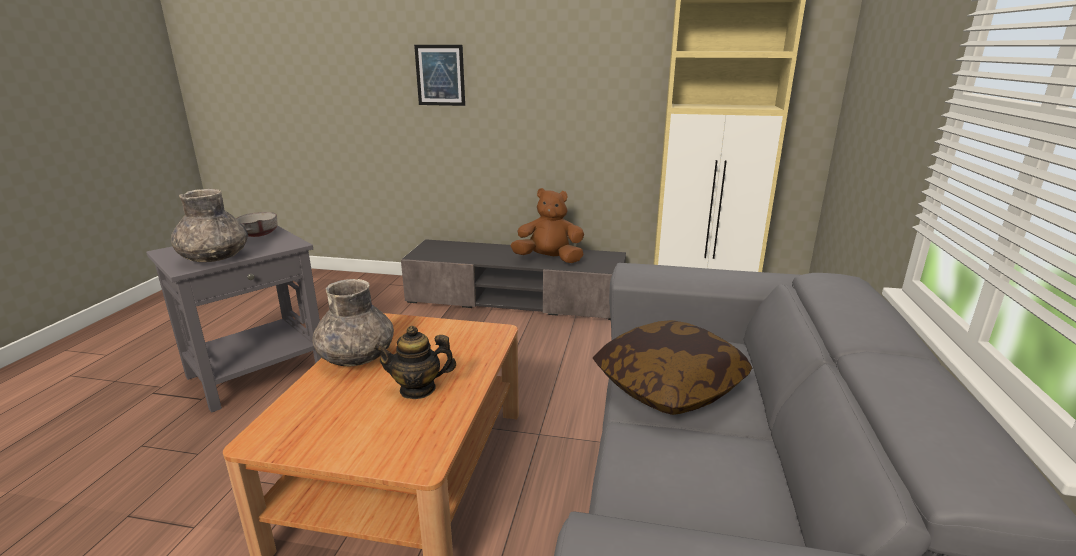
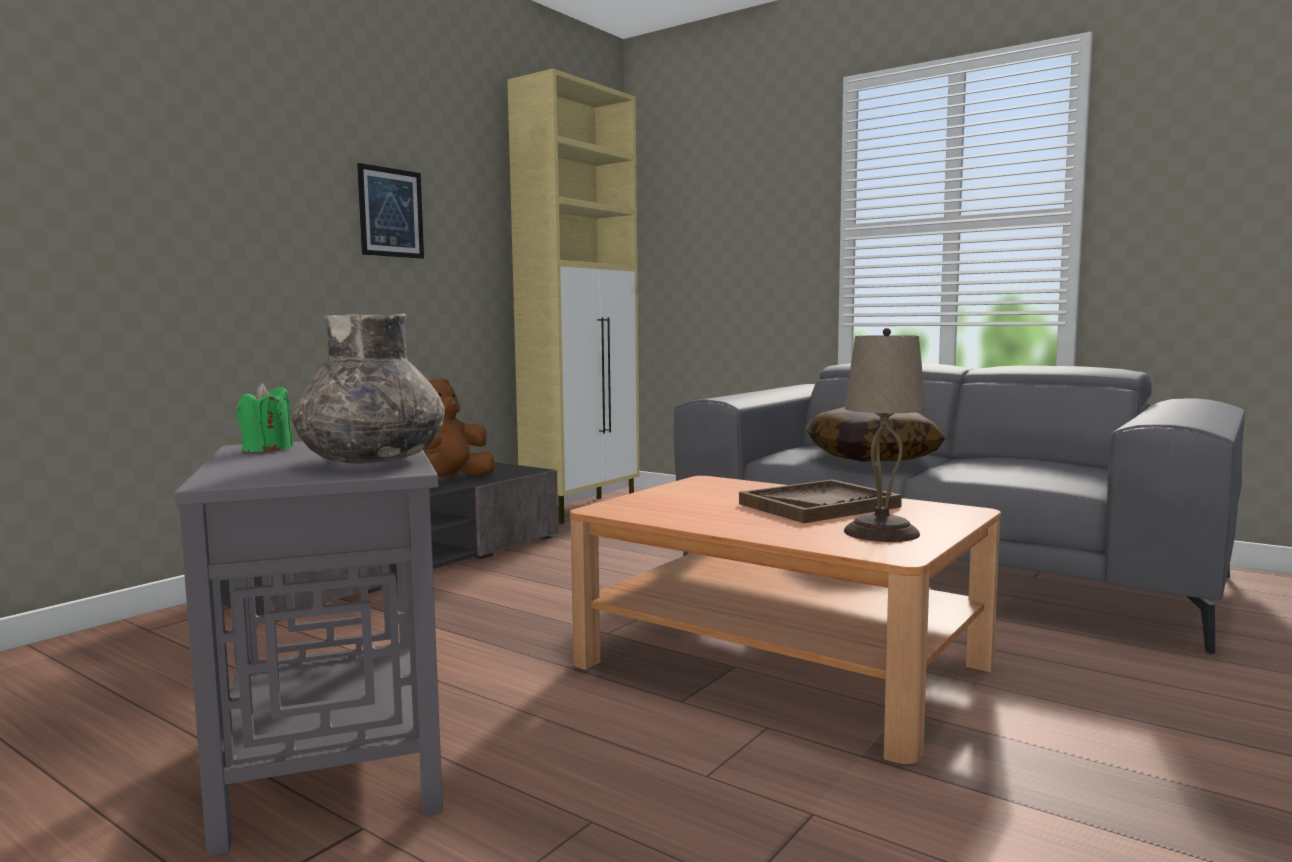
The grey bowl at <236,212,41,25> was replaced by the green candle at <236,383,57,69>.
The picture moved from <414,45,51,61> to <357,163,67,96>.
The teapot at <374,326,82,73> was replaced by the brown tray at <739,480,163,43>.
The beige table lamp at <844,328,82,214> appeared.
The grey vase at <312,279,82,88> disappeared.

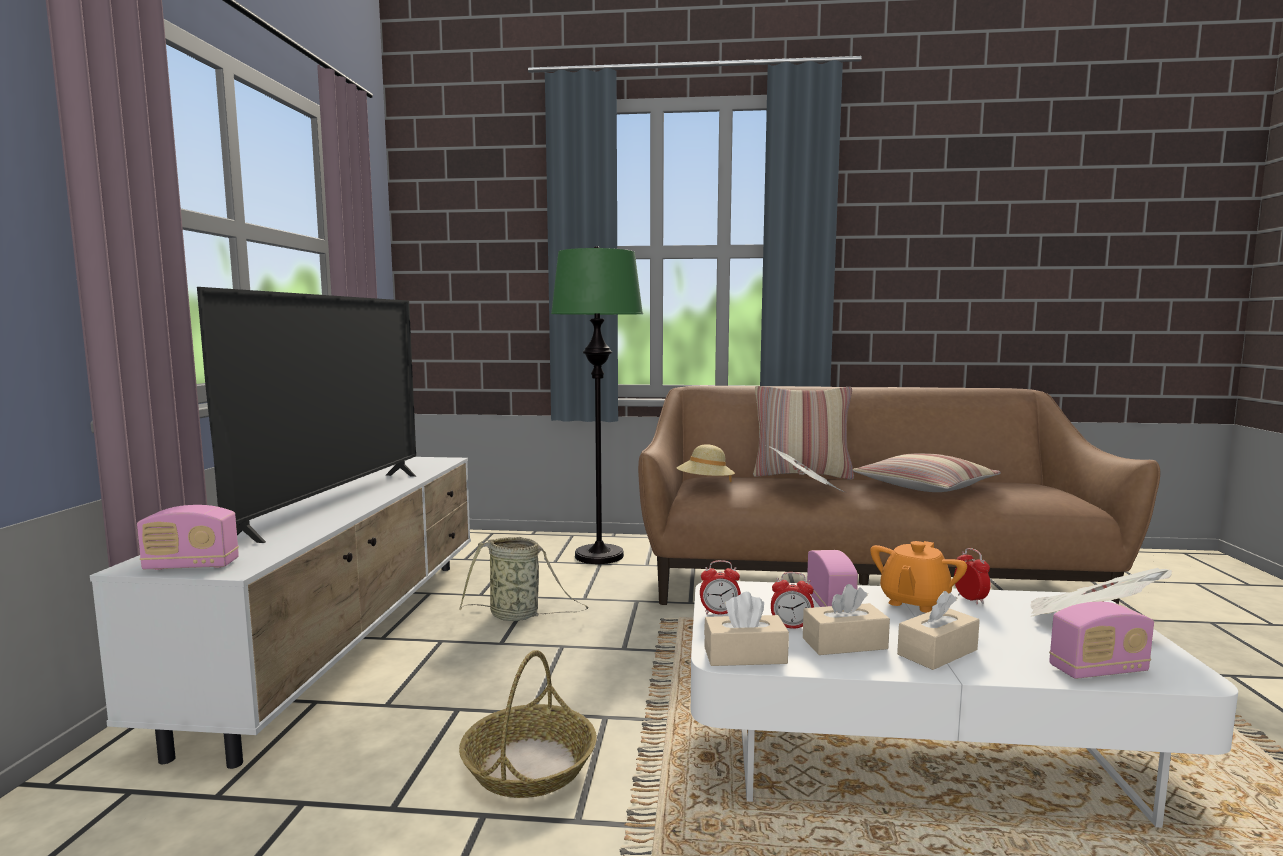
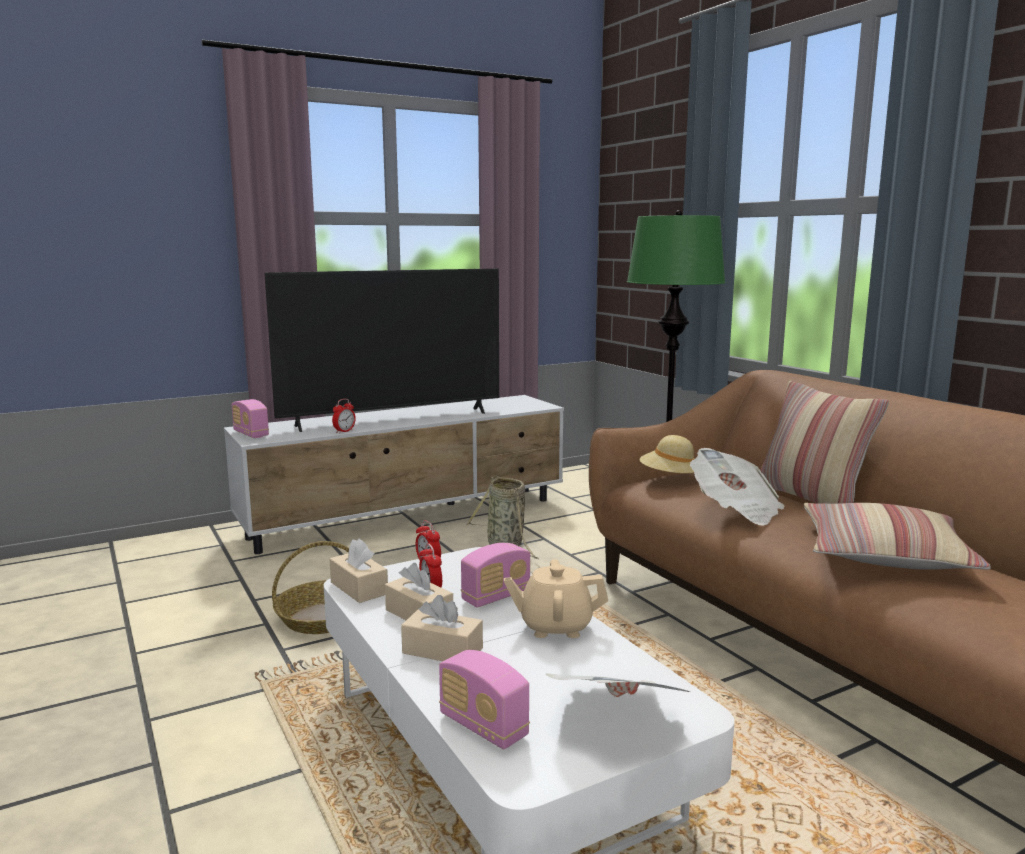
The alarm clock moved from <954,548,37,56> to <332,399,24,35>.
The orange teapot at <870,541,97,72> became the beige teapot at <504,559,104,79>.

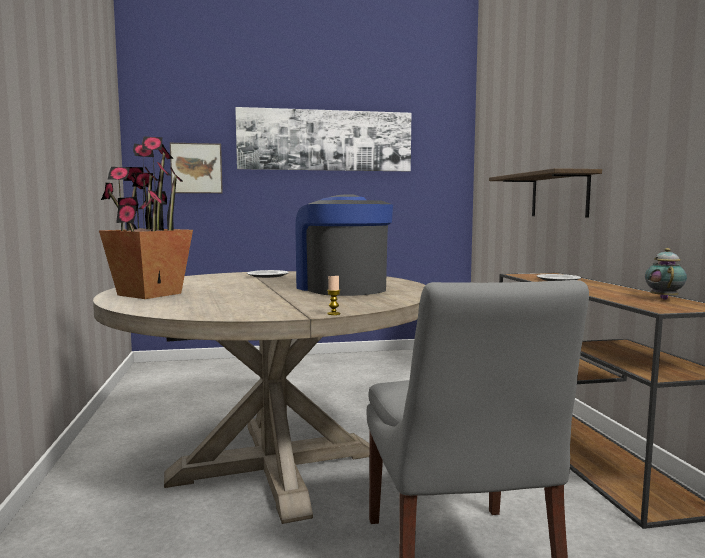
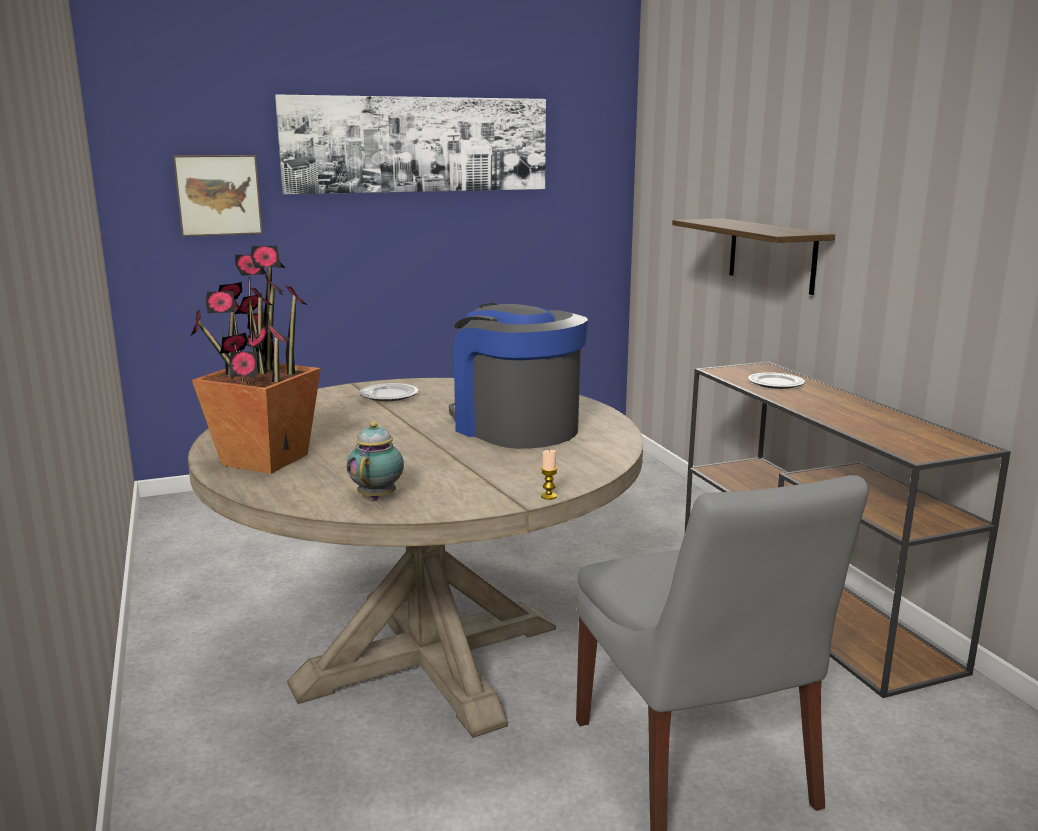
The teapot moved from <645,248,42,52> to <347,422,57,78>.

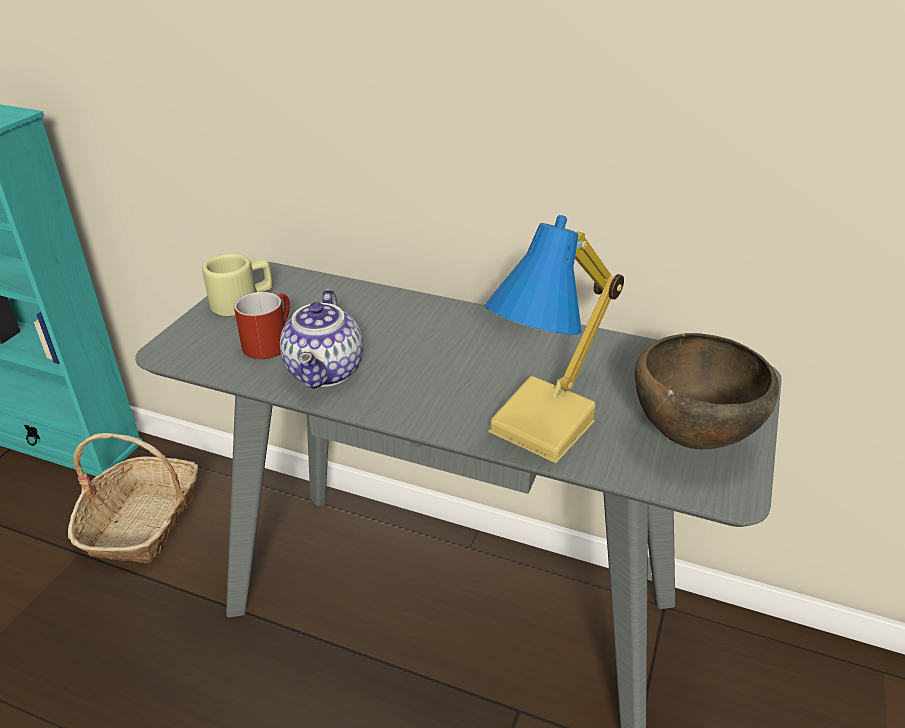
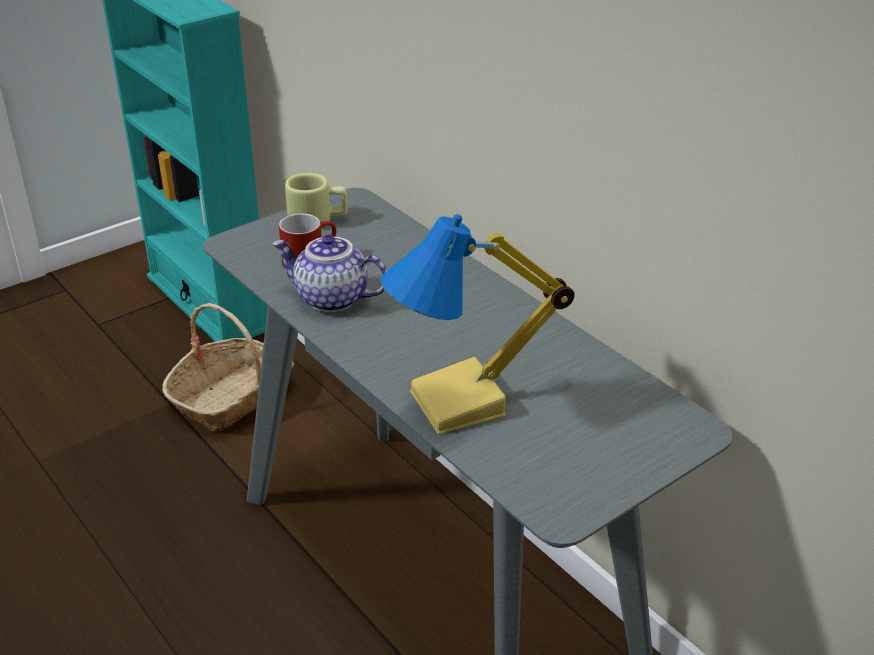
The teapot at <280,289,83,100> turned 75 degrees clockwise.
The brown bowl at <635,333,144,116> disappeared.

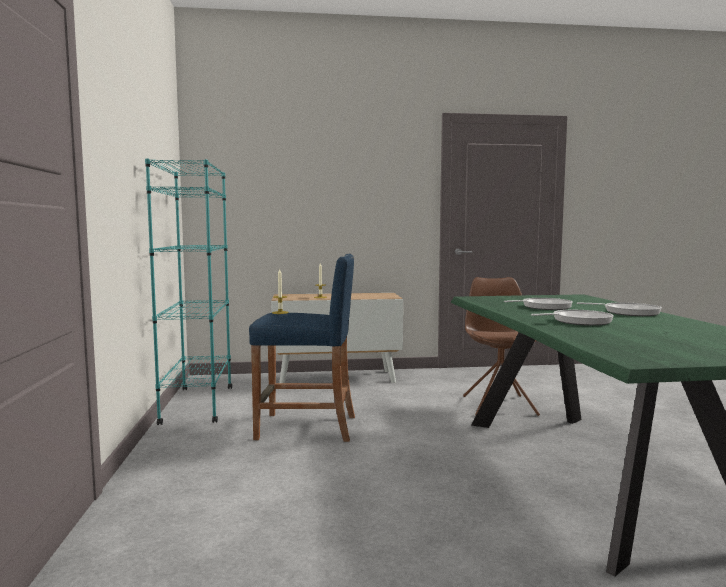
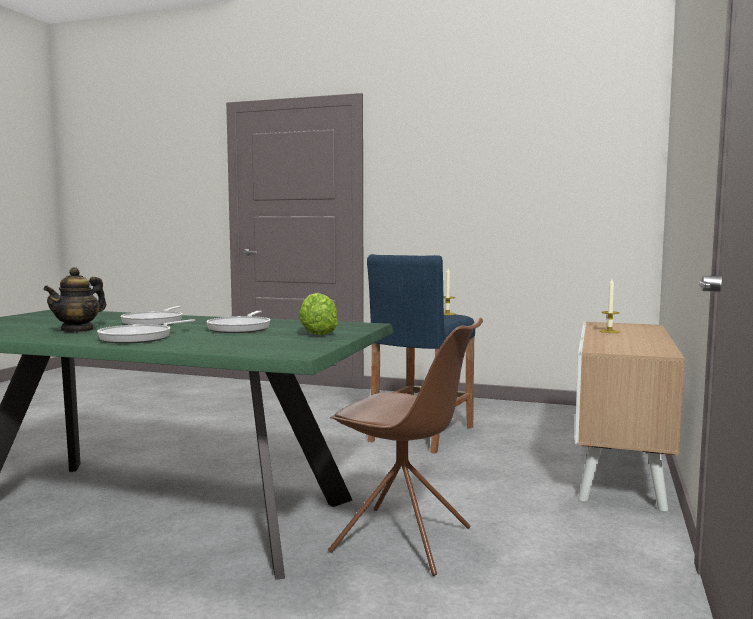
The teapot at <43,267,63,66> appeared.
The lettuce at <299,293,39,42> appeared.
The turquoise bookcase at <145,158,87,267> disappeared.

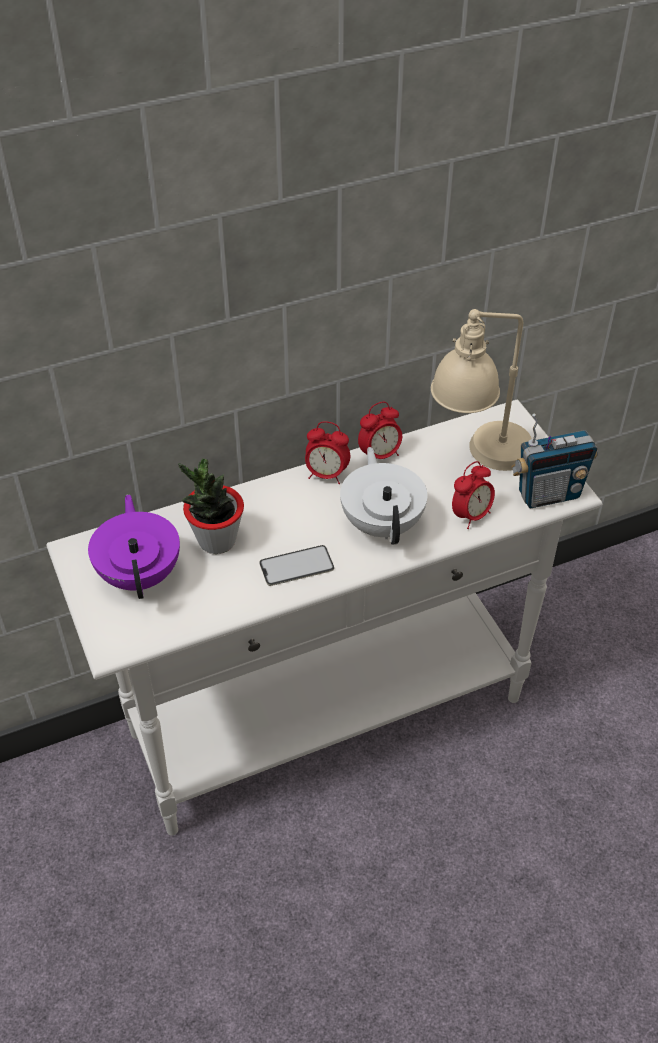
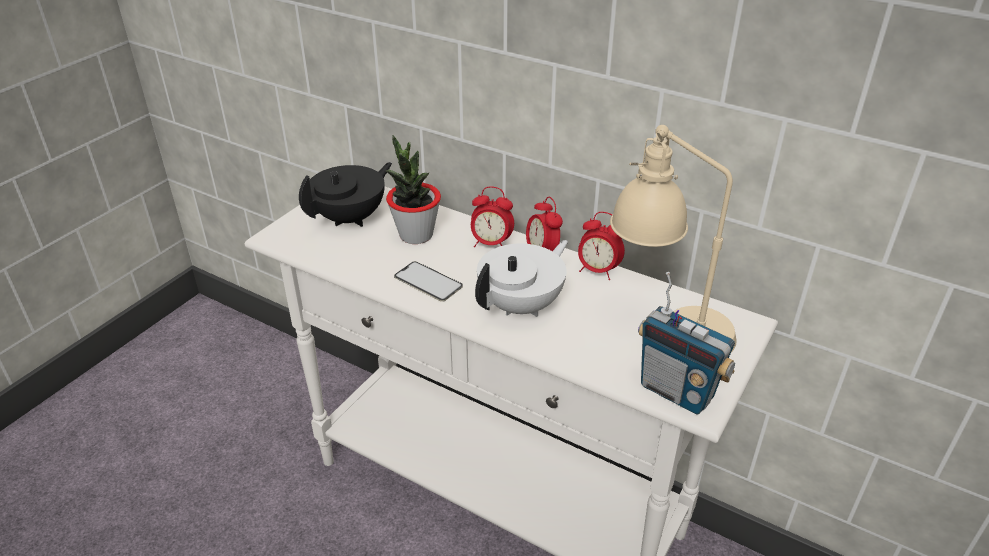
The purple teapot at <88,494,92,105> became the black teapot at <299,162,93,65>.
The alarm clock moved from <452,461,43,68> to <471,187,43,60>.

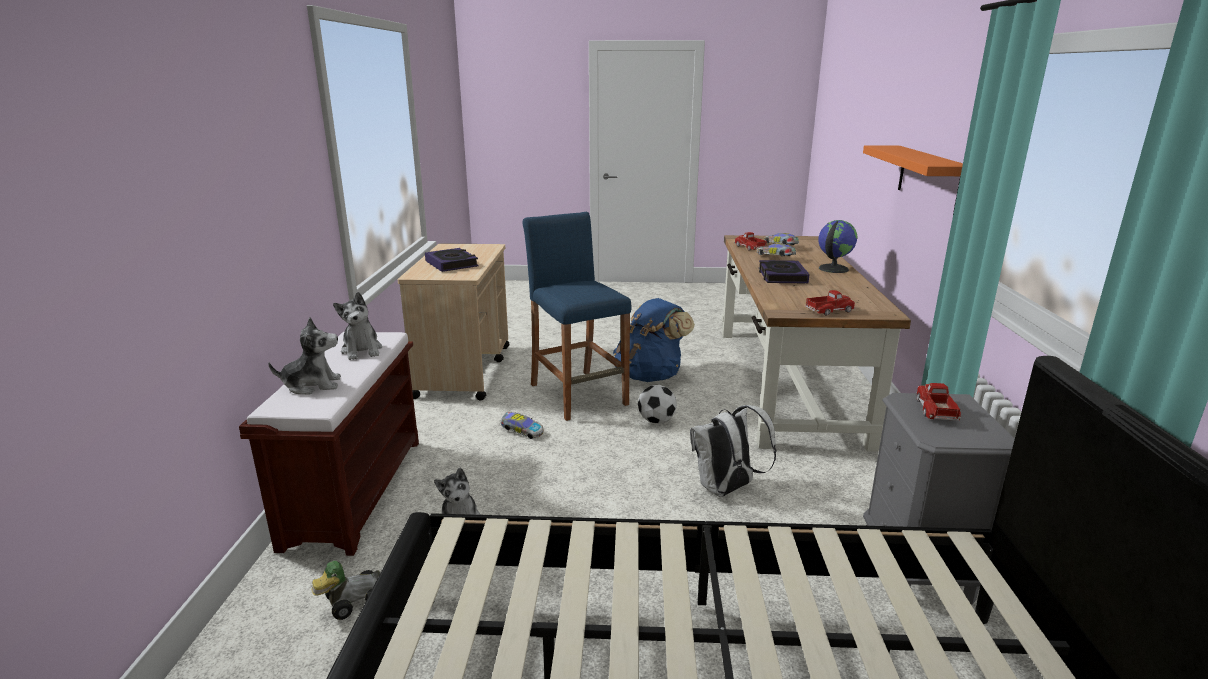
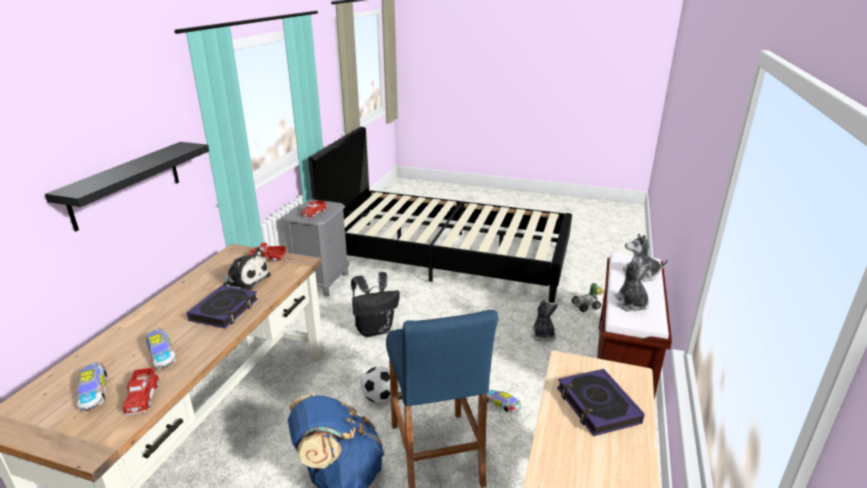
The orange shelf at <863,145,100,68> became the black shelf at <45,142,164,90>.
The plush toy at <219,248,52,42> appeared.
The white backpack at <690,405,86,92> became the black backpack at <351,272,49,65>.
The globe at <818,220,40,53> disappeared.

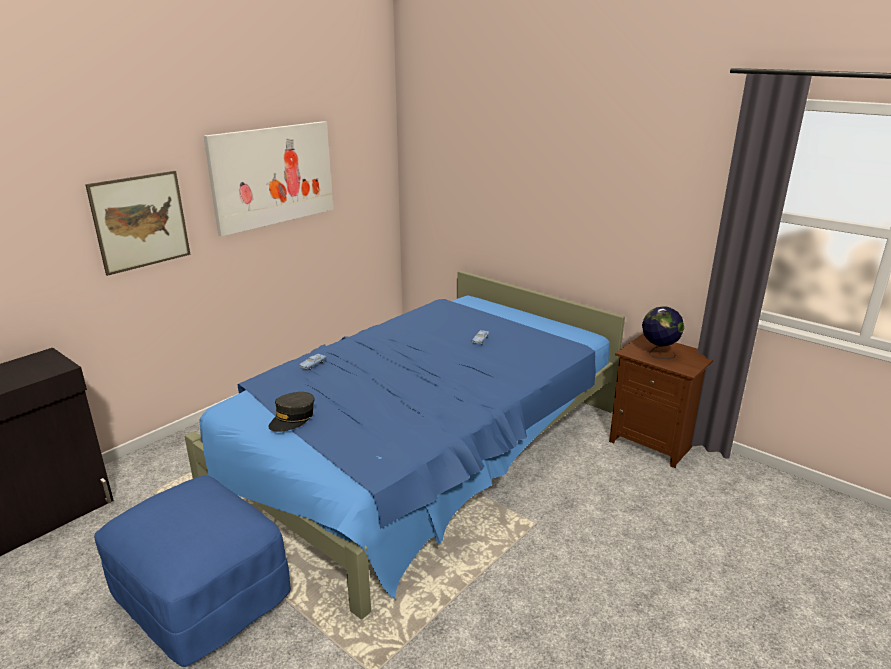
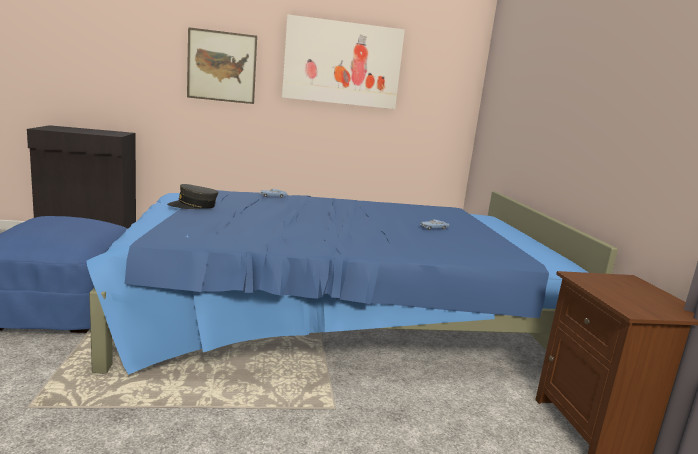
The globe at <642,306,42,53> disappeared.

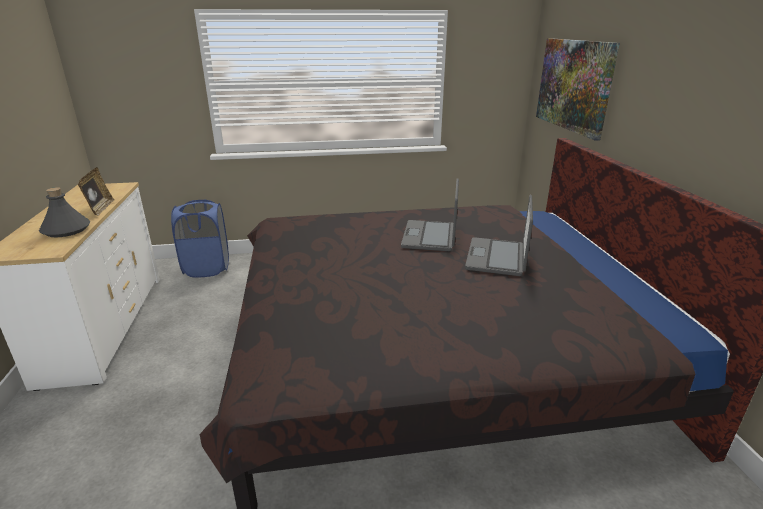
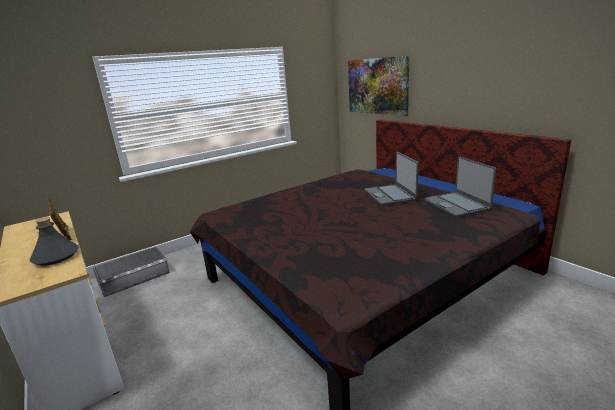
The blue laundry basket at <171,199,58,79> was replaced by the grey storage box at <93,247,77,50>.
The laptop moved from <401,178,58,73> to <424,156,72,62>.

